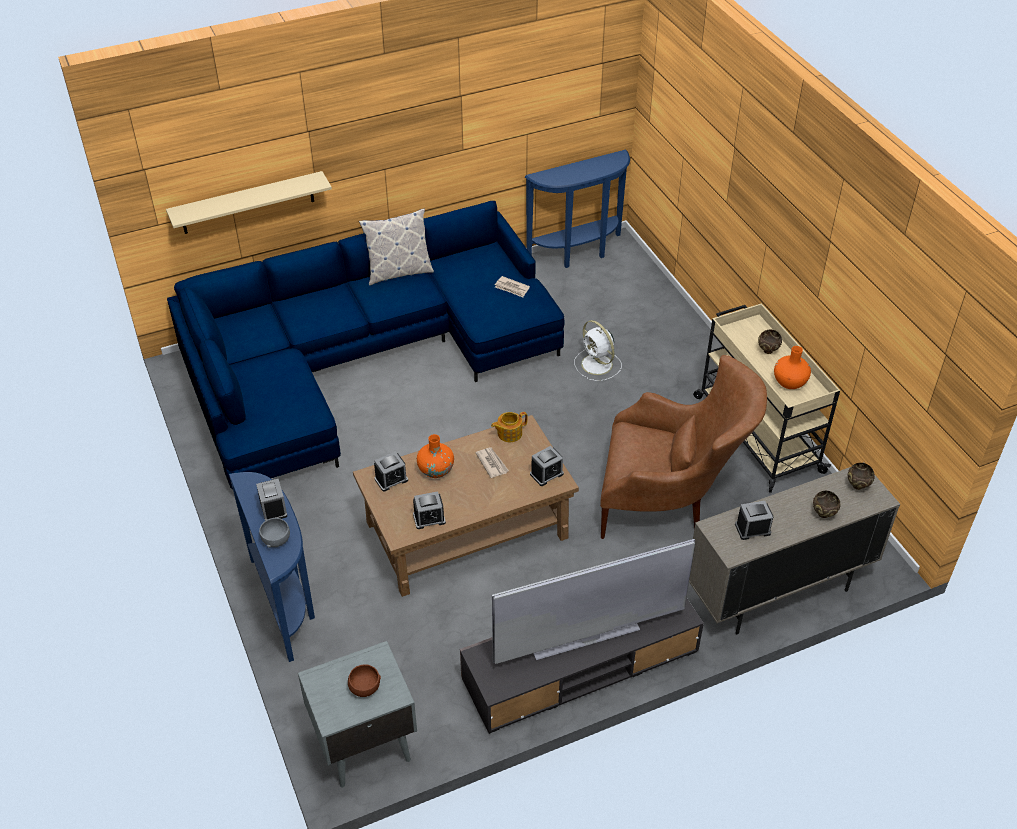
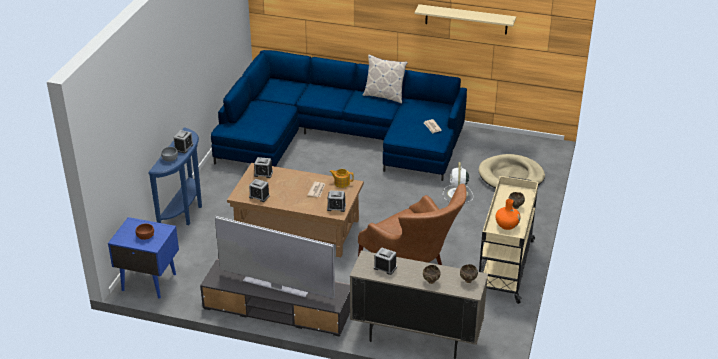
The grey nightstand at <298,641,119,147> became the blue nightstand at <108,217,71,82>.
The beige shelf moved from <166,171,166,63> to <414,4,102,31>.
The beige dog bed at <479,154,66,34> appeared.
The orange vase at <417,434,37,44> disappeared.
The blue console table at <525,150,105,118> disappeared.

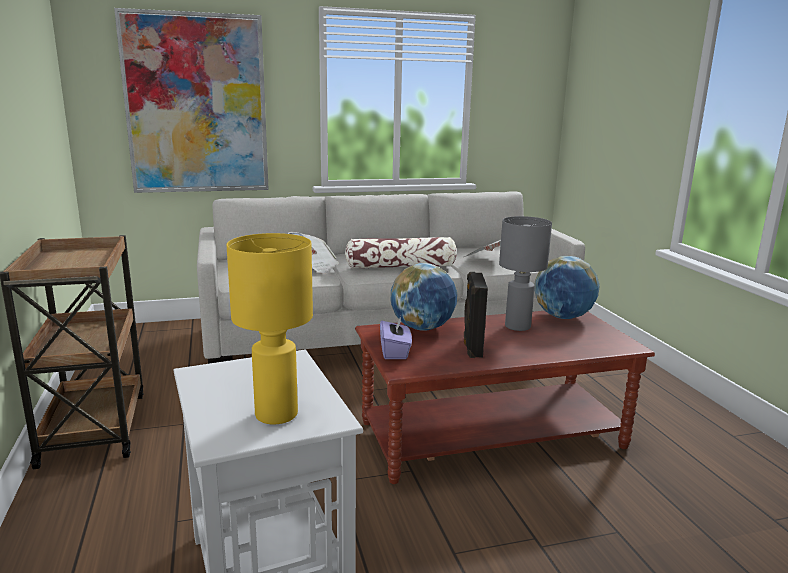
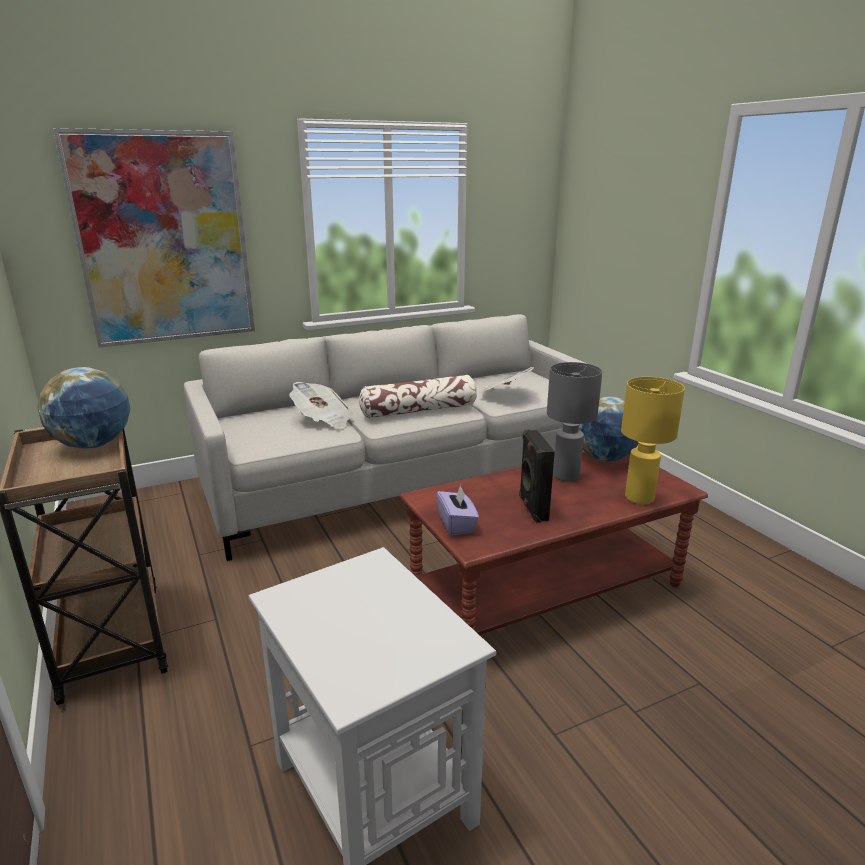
The globe moved from <391,263,66,68> to <37,367,93,82>.
The yellow table lamp moved from <226,233,87,191> to <621,377,64,127>.

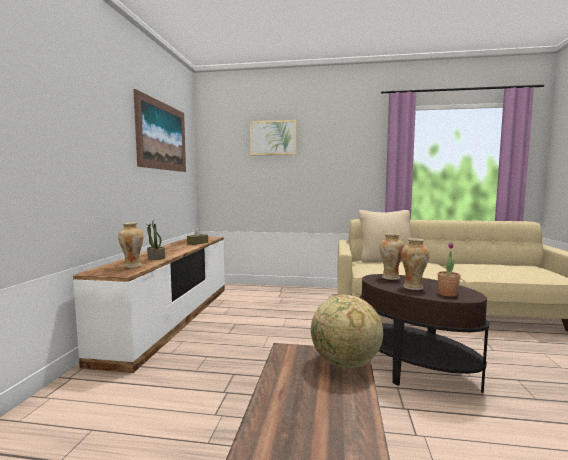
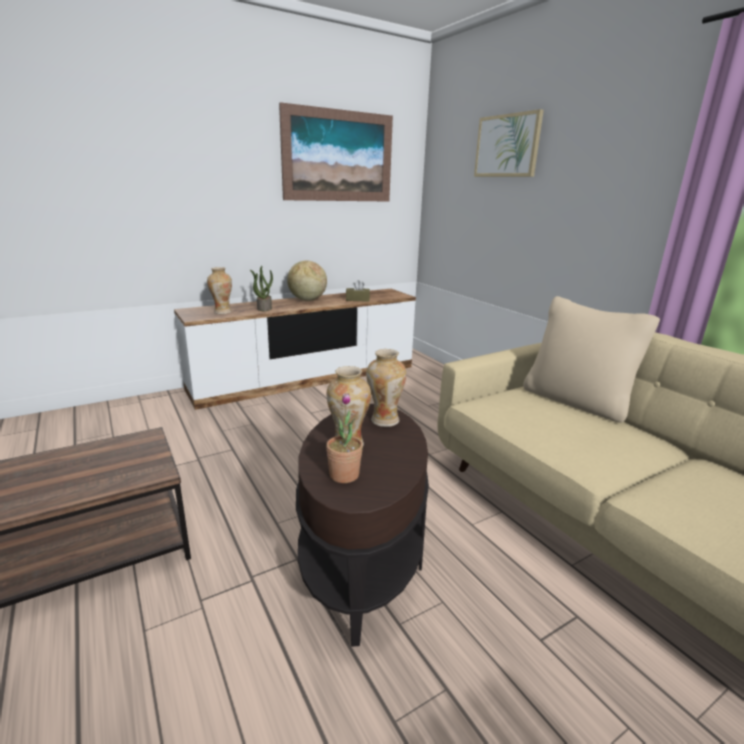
The globe moved from <311,295,72,73> to <287,260,40,41>.

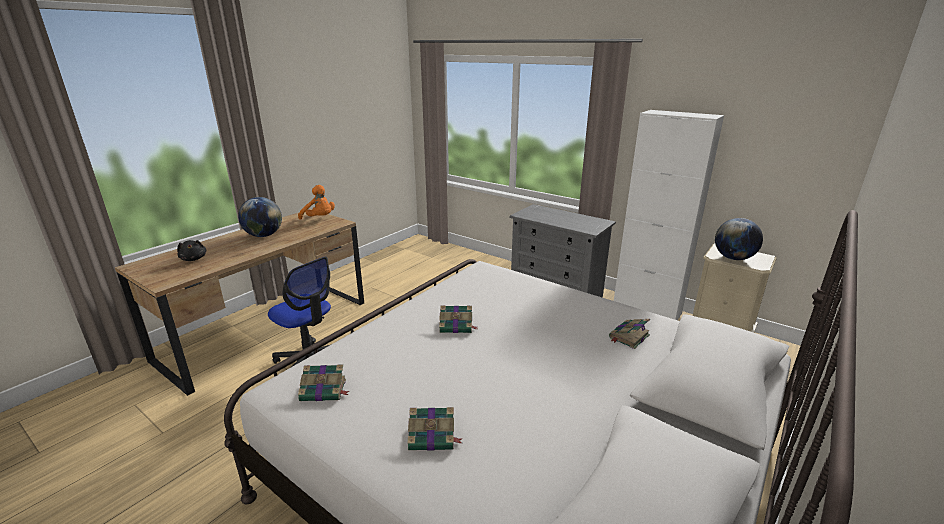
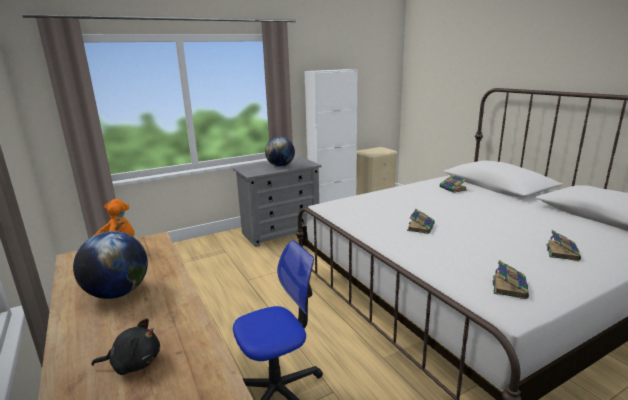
The globe moved from <715,218,48,42> to <265,137,30,30>.

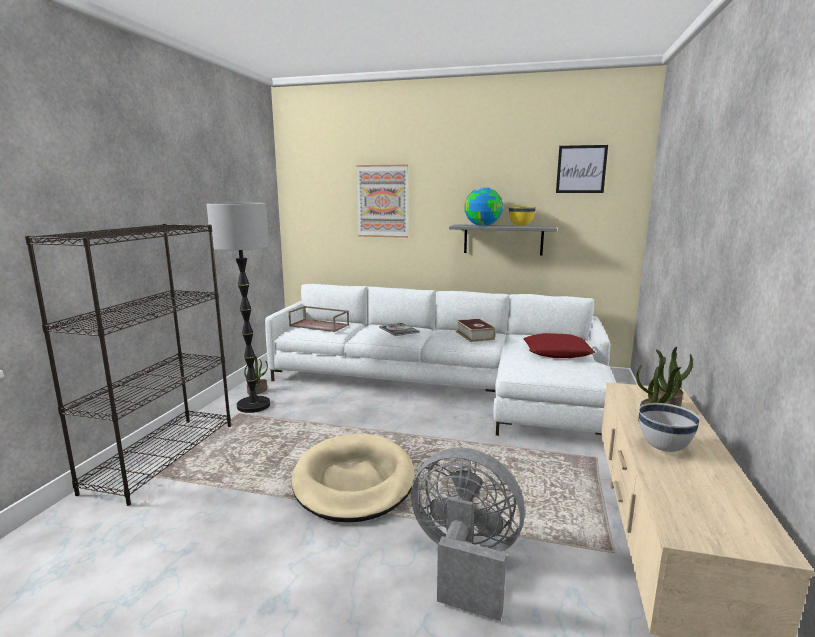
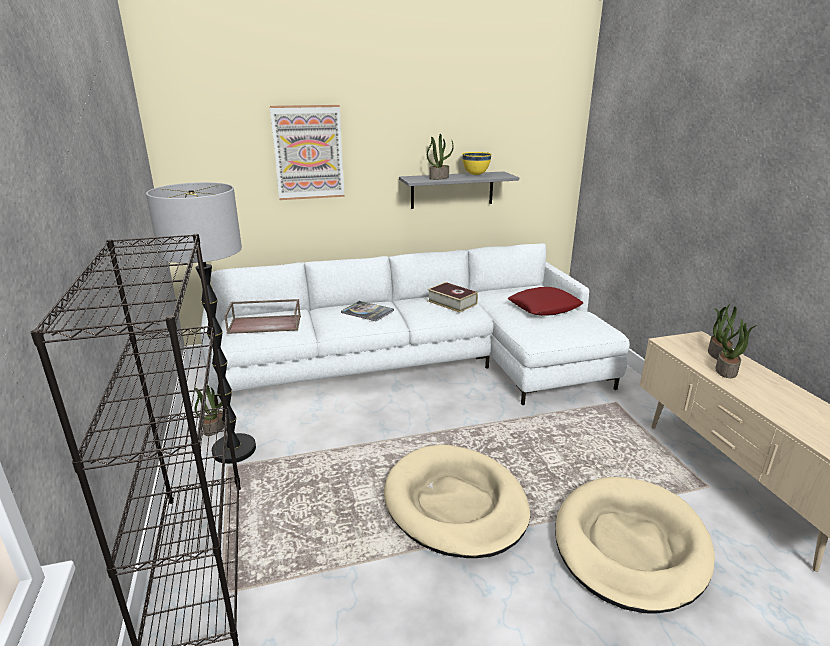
The globe at <464,187,39,39> was replaced by the potted plant at <427,134,27,46>.
The grey fan at <411,447,114,174> was replaced by the beige dog bed at <555,477,160,137>.
The picture at <556,145,52,48> disappeared.
The white bowl at <639,403,61,49> disappeared.

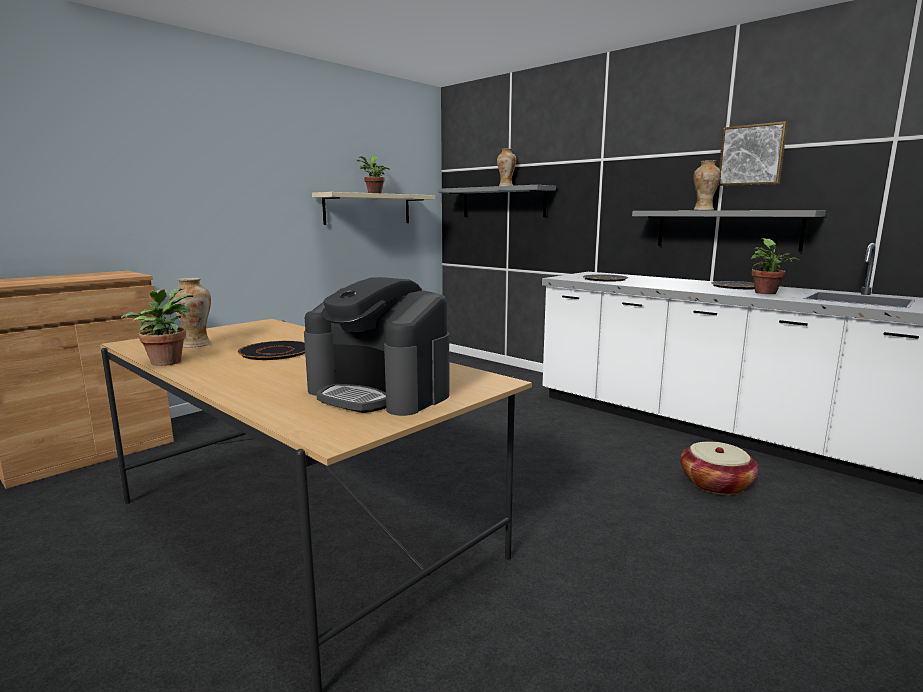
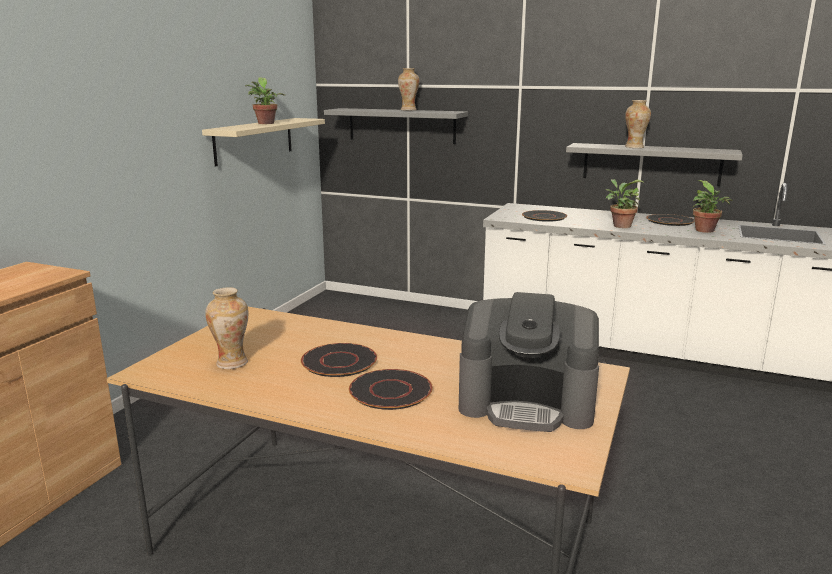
The black plate at <349,369,84,41> appeared.
The potted plant moved from <121,288,72,78> to <605,179,38,49>.
The basket at <680,442,79,53> disappeared.
The picture at <718,121,70,65> disappeared.

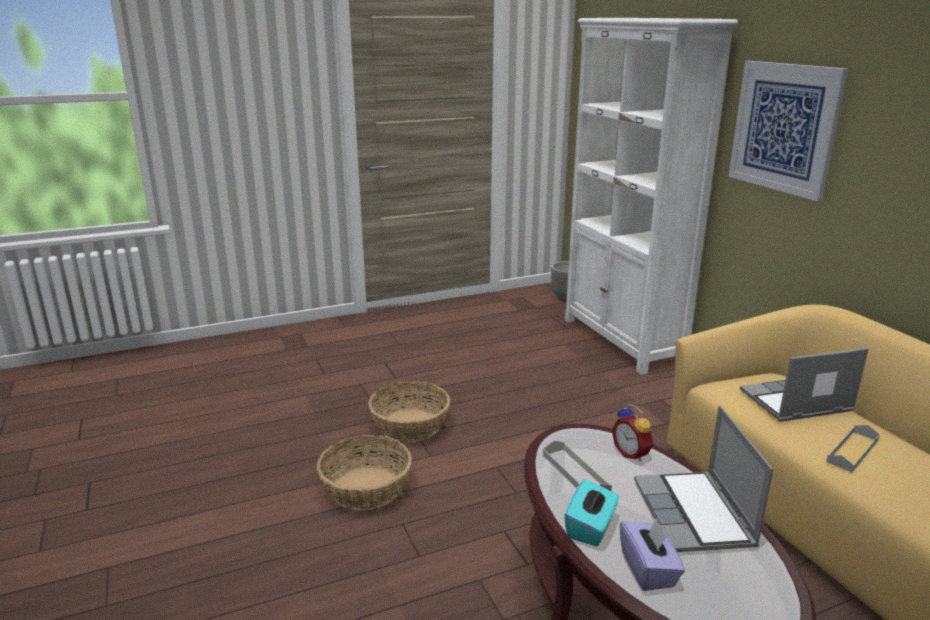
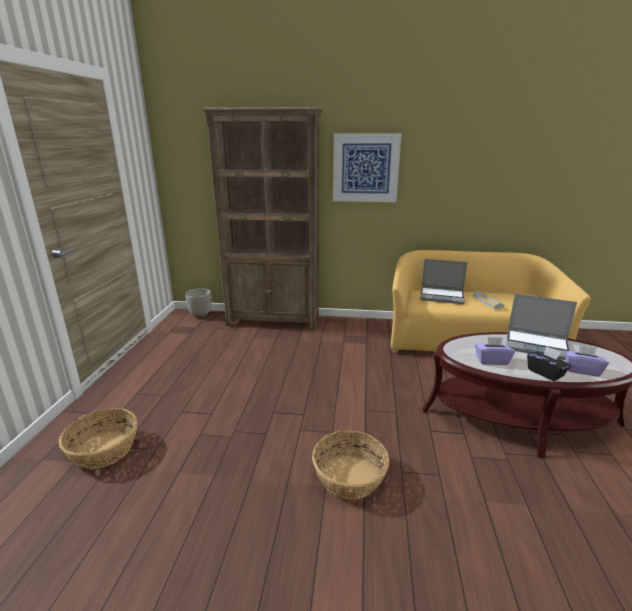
The basket moved from <368,381,82,61> to <59,408,78,61>.
The white bookcase at <565,18,173,357> became the brown bookcase at <202,107,121,224>.
The laptop at <740,348,128,74> turned 90 degrees counterclockwise.
The grey tray at <543,440,69,51> was replaced by the purple tissue box at <475,337,40,28>.
The turquoise tissue box at <564,479,55,68> became the black tissue box at <527,346,44,35>.
The alarm clock at <612,404,42,58> disappeared.

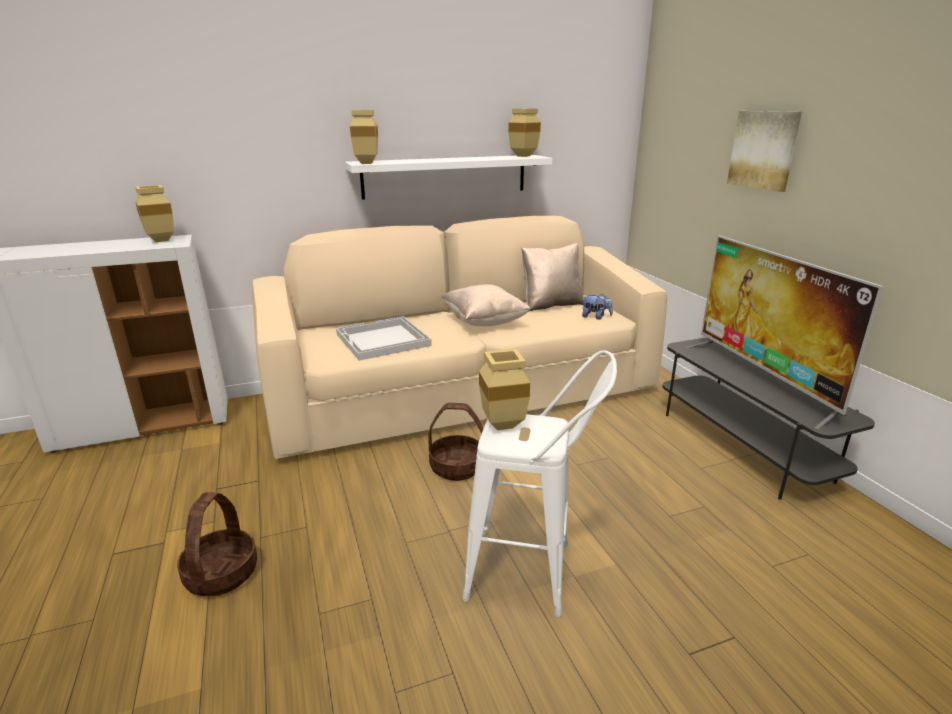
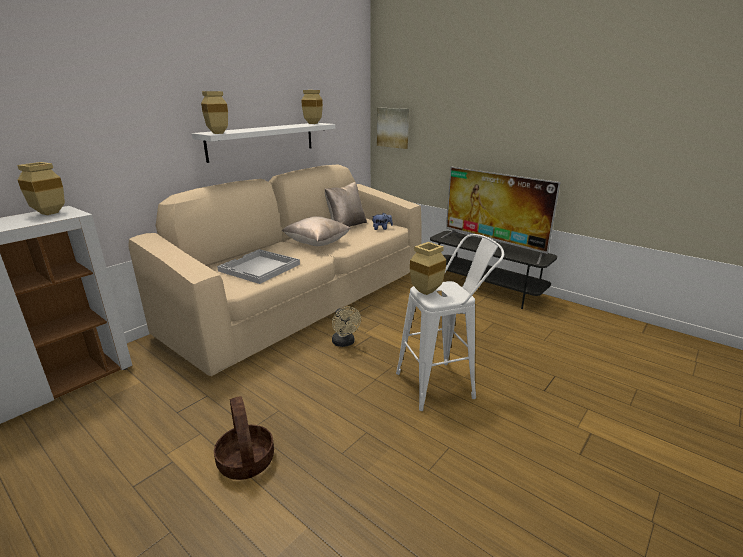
The basket at <428,403,55,78> was replaced by the beige fan at <332,307,29,40>.
The picture moved from <727,111,75,81> to <377,108,32,41>.

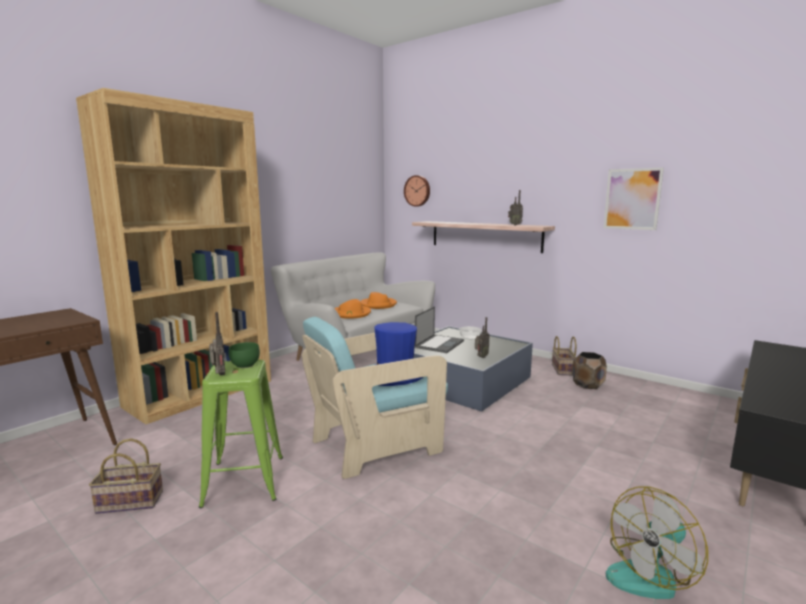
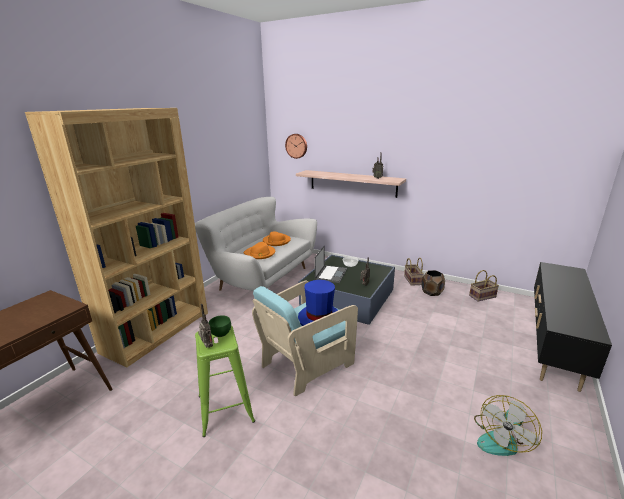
The basket moved from <89,438,74,76> to <469,270,30,32>.
The picture at <603,167,61,63> disappeared.

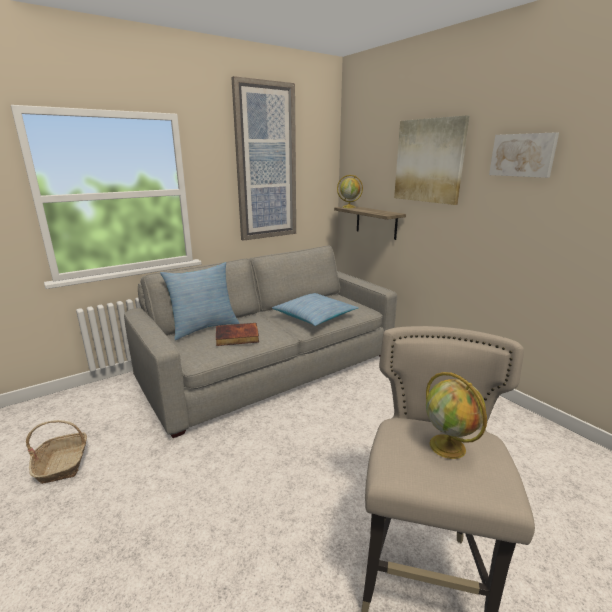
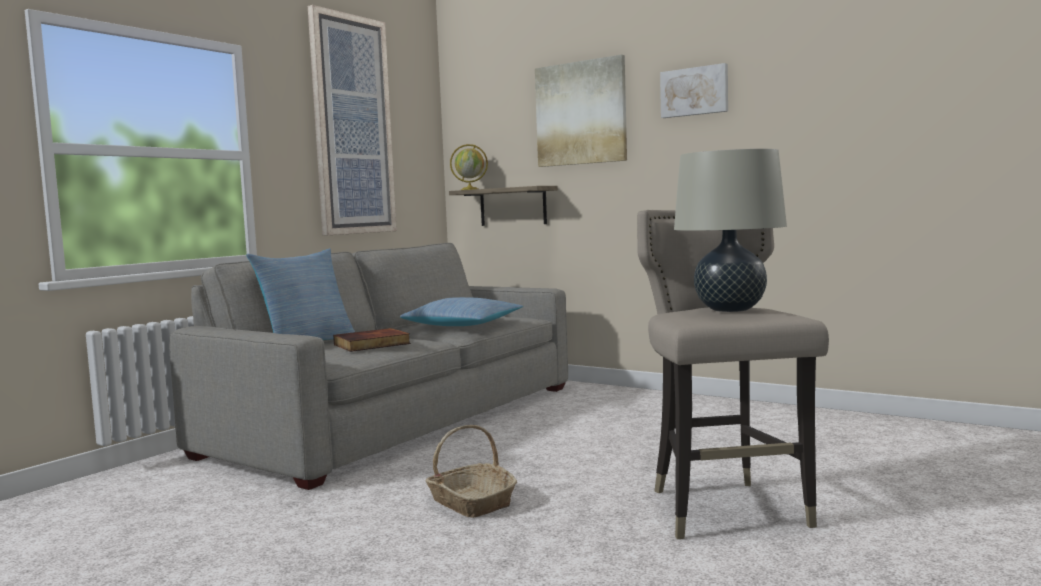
The basket moved from <26,420,61,64> to <426,425,91,93>.
The globe at <426,372,61,87> was replaced by the beige table lamp at <674,149,113,163>.

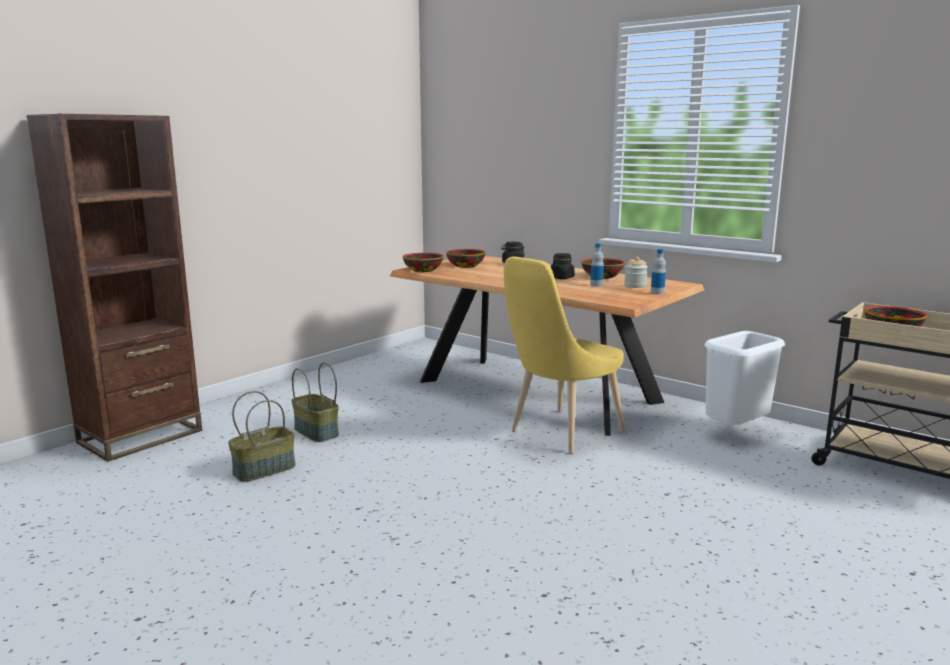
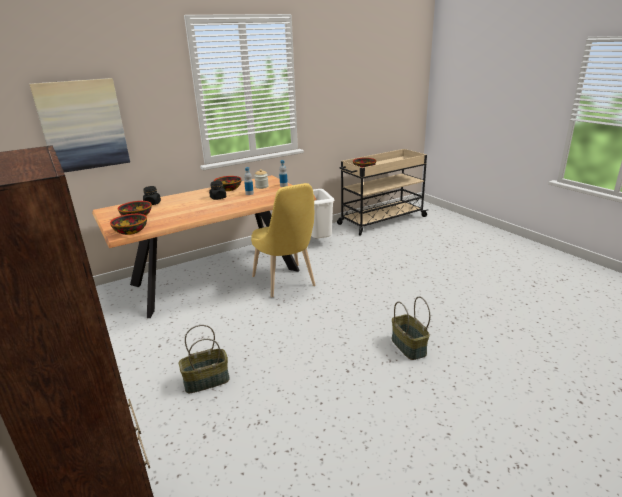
The picture at <30,78,100,95> appeared.
The basket moved from <228,391,68,91> to <392,296,38,64>.

